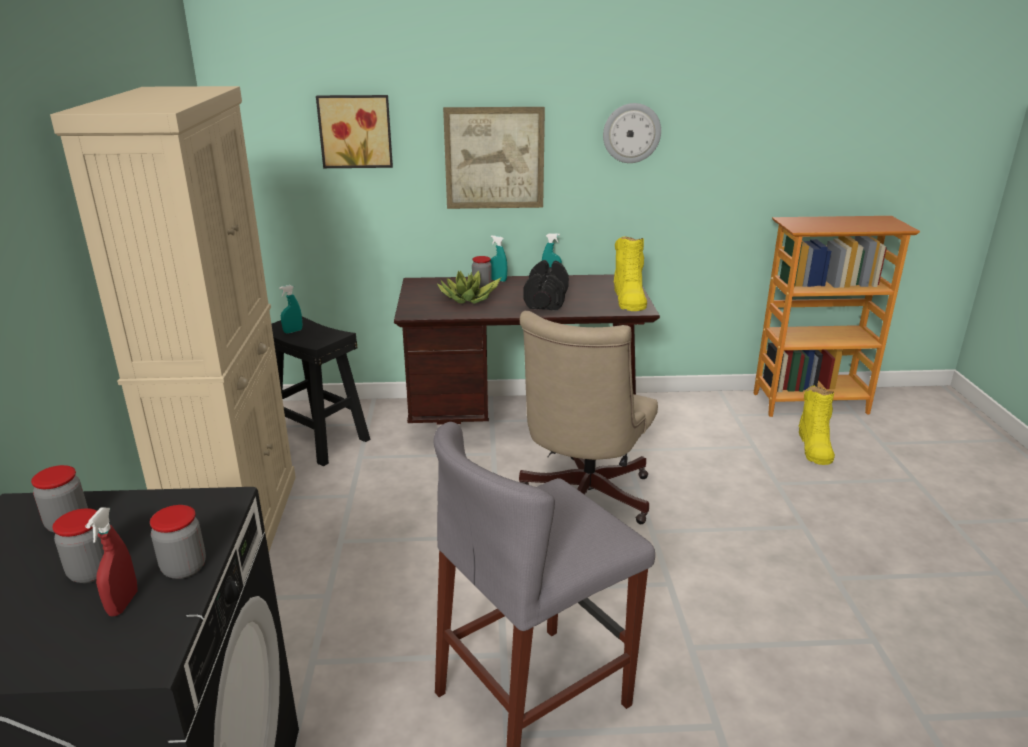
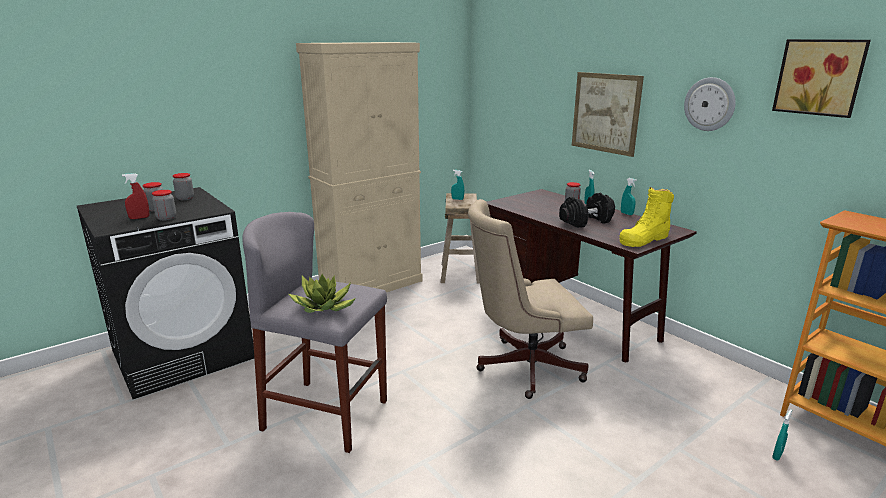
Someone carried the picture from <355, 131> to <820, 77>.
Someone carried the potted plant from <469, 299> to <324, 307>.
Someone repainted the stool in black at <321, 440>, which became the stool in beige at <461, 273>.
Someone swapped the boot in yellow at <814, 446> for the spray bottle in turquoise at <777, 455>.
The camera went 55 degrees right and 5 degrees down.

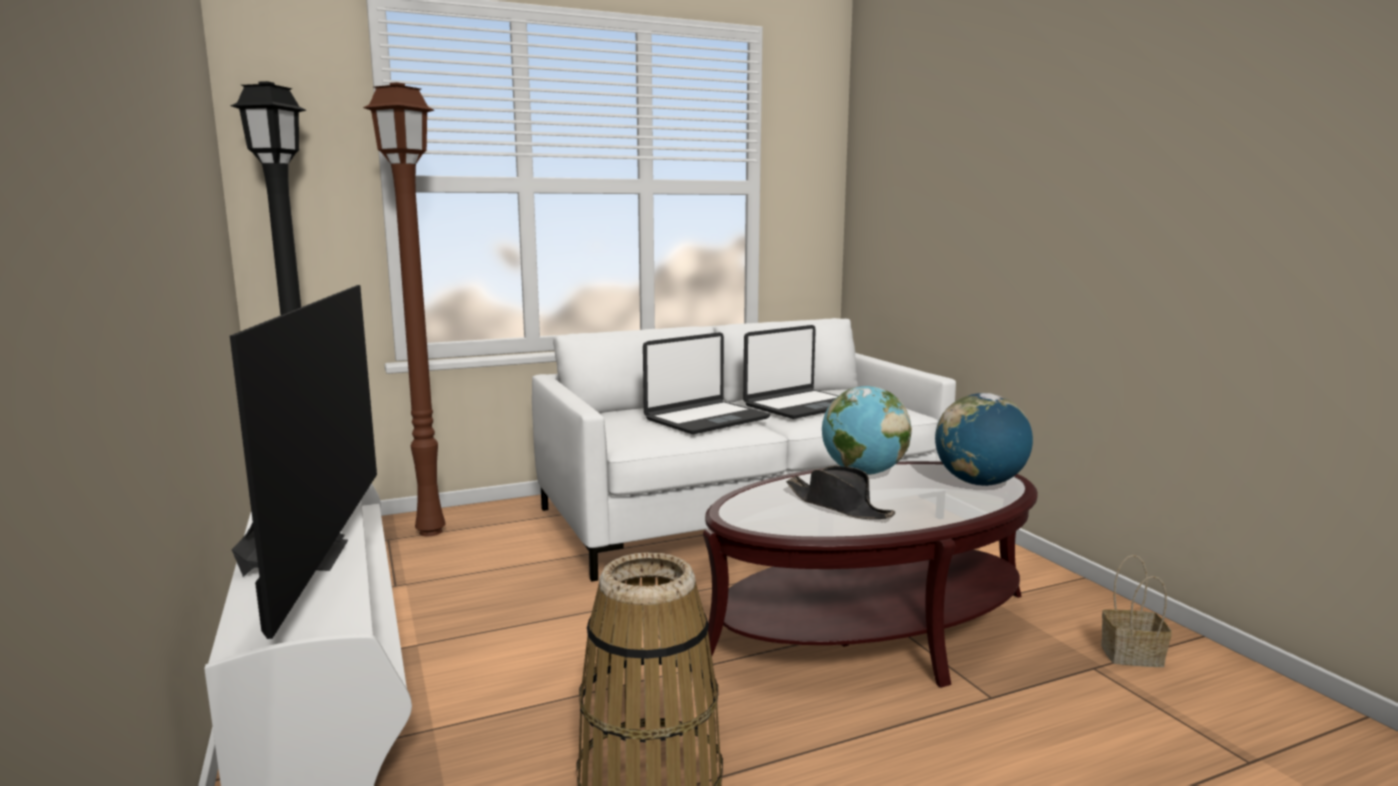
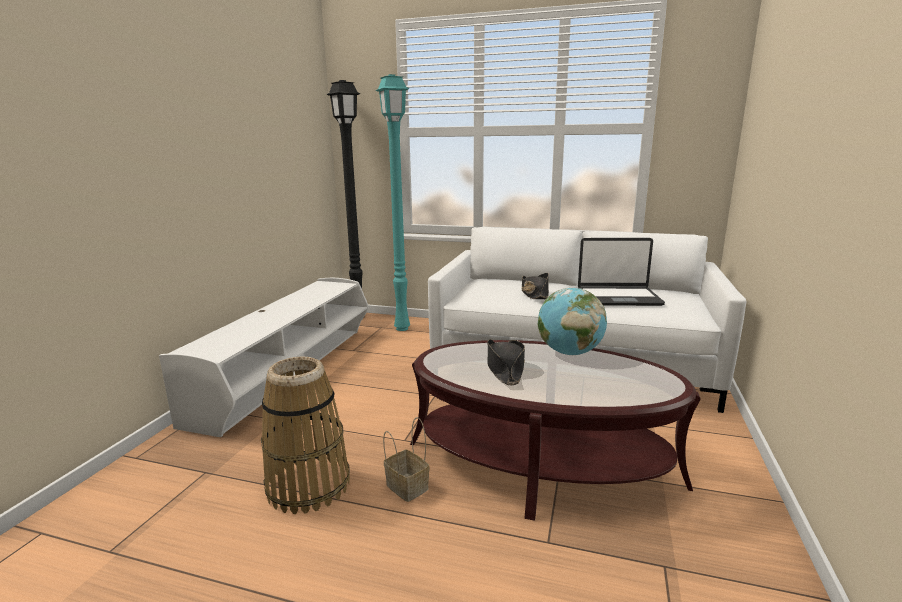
Someone repainted the floor lamp in brown at <428, 532>, which became the floor lamp in turquoise at <401, 328>.
Someone took away the television at <312, 556>.
Someone swapped the laptop at <706, 419> for the hat in black at <534, 294>.
Someone took away the globe at <979, 483>.
Someone carried the basket from <1130, 656> to <405, 486>.
The camera went 40 degrees right and 5 degrees up.

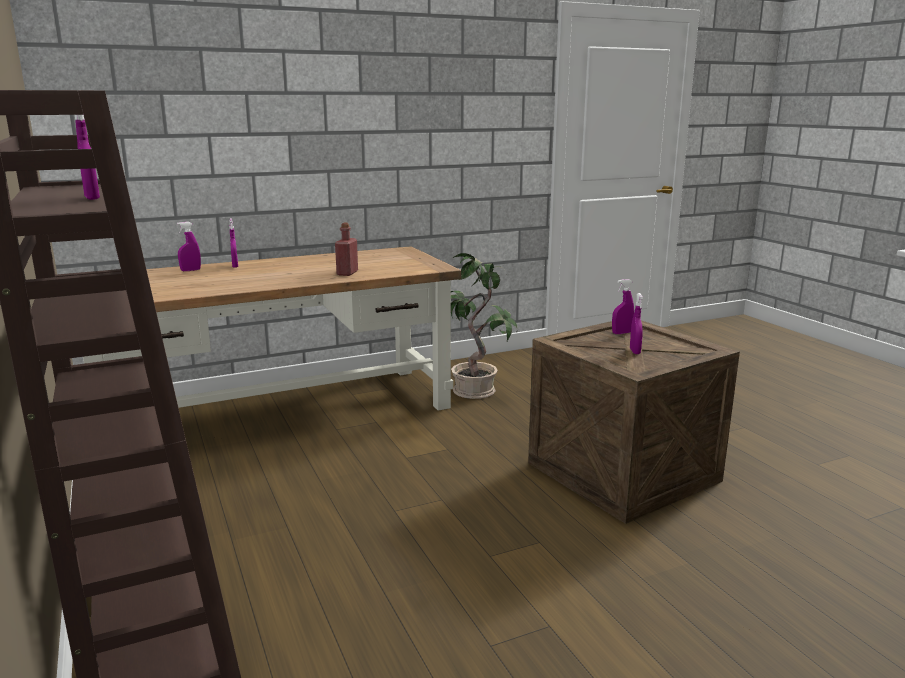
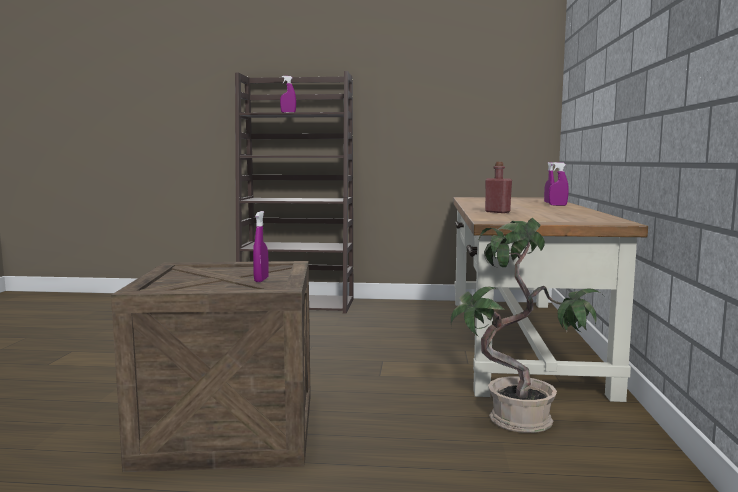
Someone took away the spray bottle in purple at <635, 351>.
The camera went 120 degrees right and 10 degrees down.

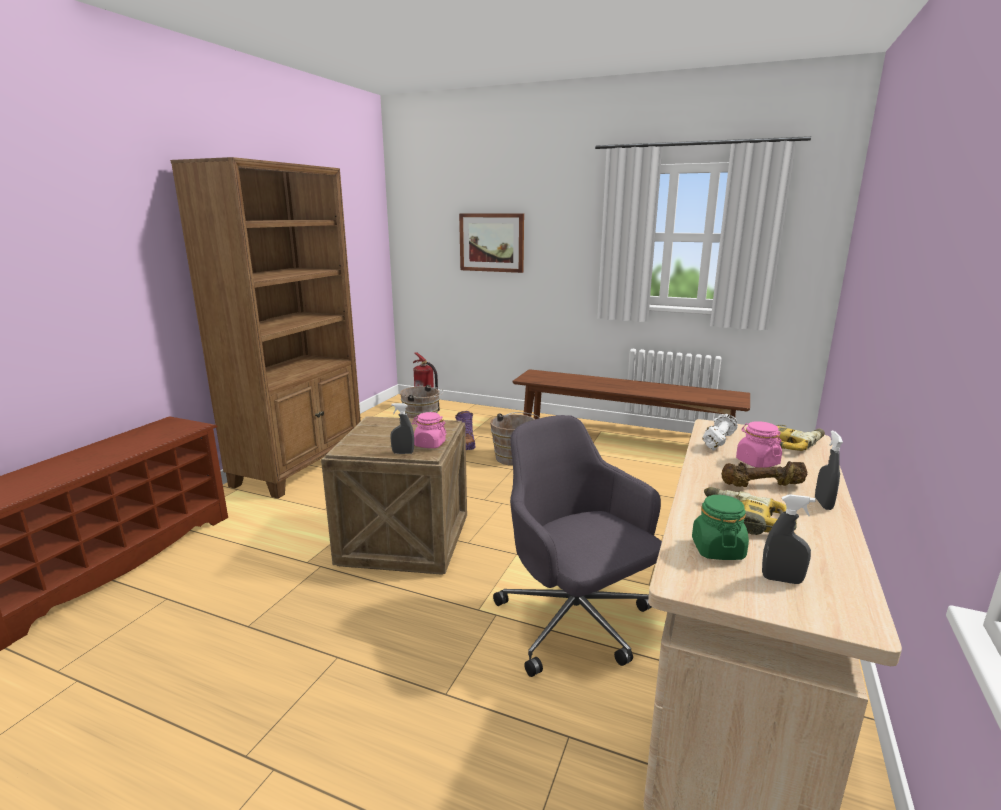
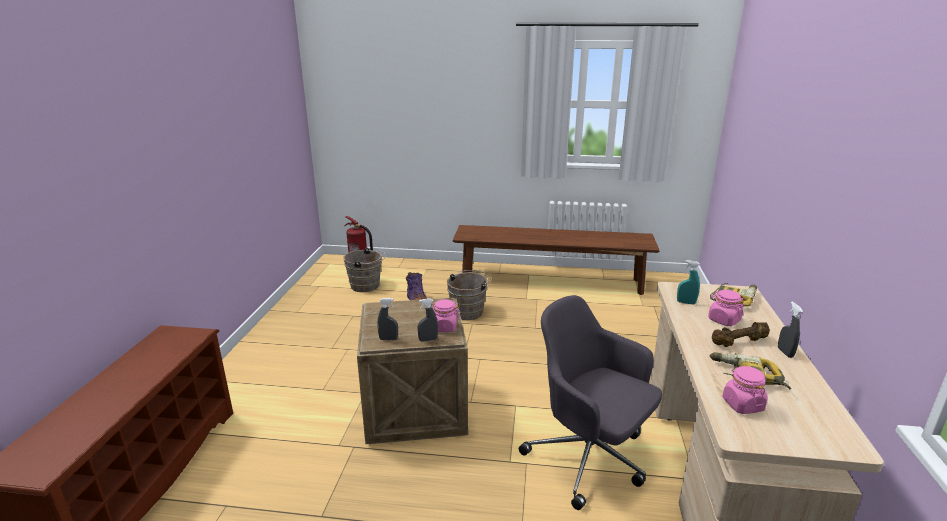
Someone took away the bookcase in brown at <300, 466>.
Someone took away the picture at <492, 242>.
Someone swapped the dumbbell in white at <718, 441> for the spray bottle in turquoise at <686, 302>.
Someone carried the spray bottle in grey from <782, 580> to <388, 339>.
Someone repainted the jar in green at <717, 549>, which became the jar in pink at <742, 404>.
The camera went 15 degrees left and 5 degrees up.

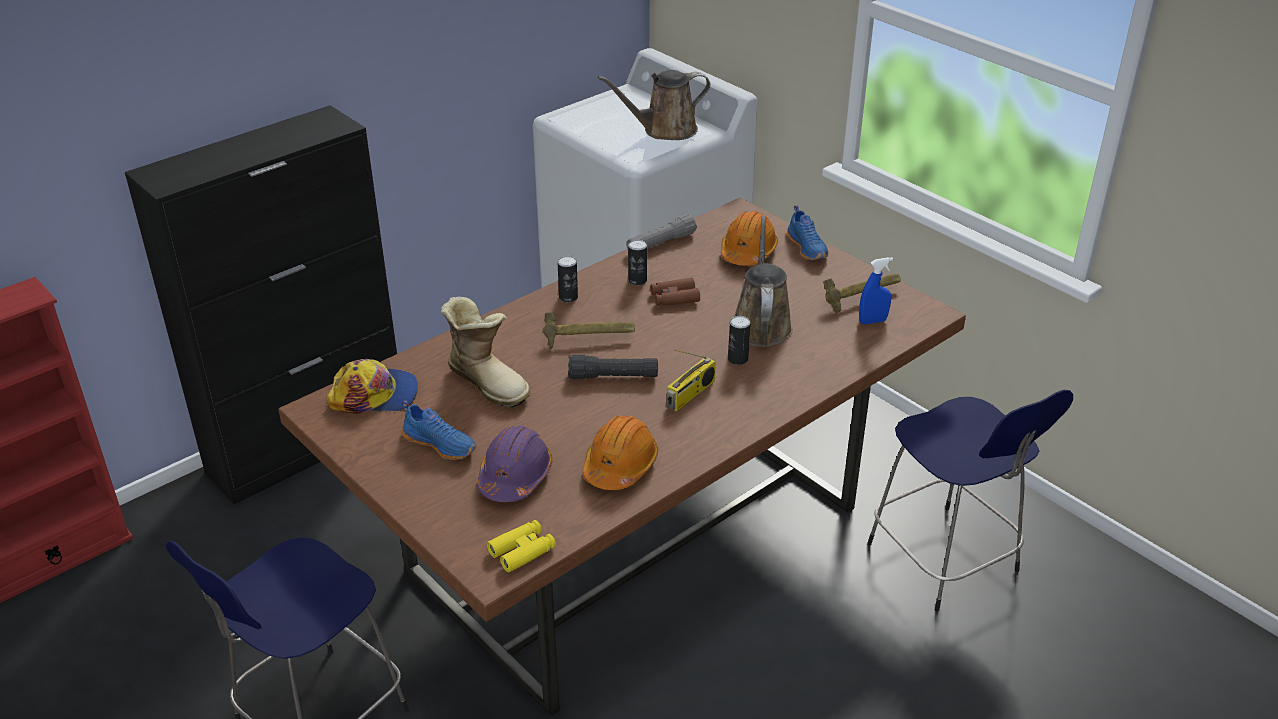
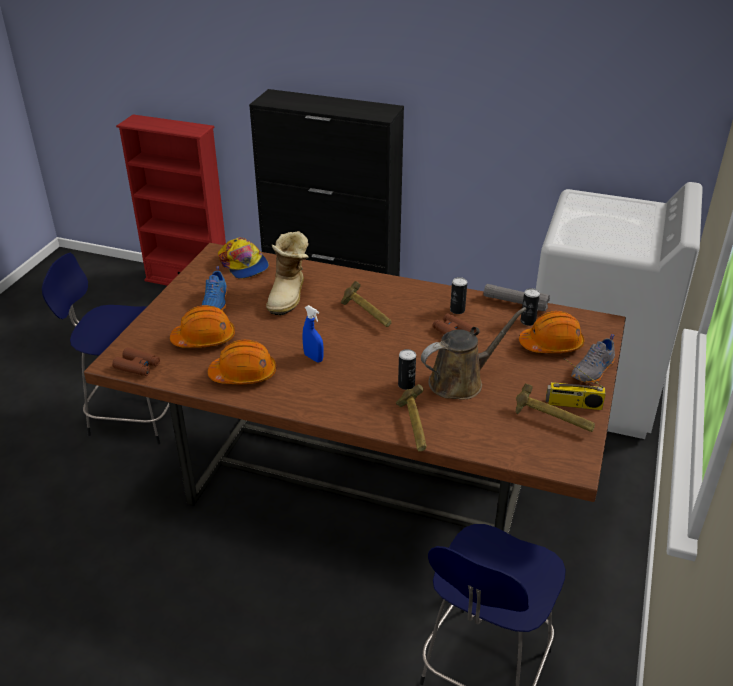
Someone took away the watering can in brown at <665, 130>.
Someone repainted the shoe in blue at <808, 248>, which became the shoe in grey at <593, 371>.
Someone carried the can from <568, 297> to <528, 321>.
Someone carried the spray bottle in blue from <872, 321> to <313, 358>.
Someone carried the radio from <690, 395> to <573, 404>.
Someone took away the flashlight in black at <613, 377>.
Someone repainted the hard hat in purple at <515, 476>, which became the hard hat in orange at <204, 339>.
Someone repainted the binoculars in yellow at <522, 551>, which became the binoculars in brown at <137, 366>.
Someone put down the hammer at <414, 428>.
The camera went 60 degrees right and 0 degrees up.

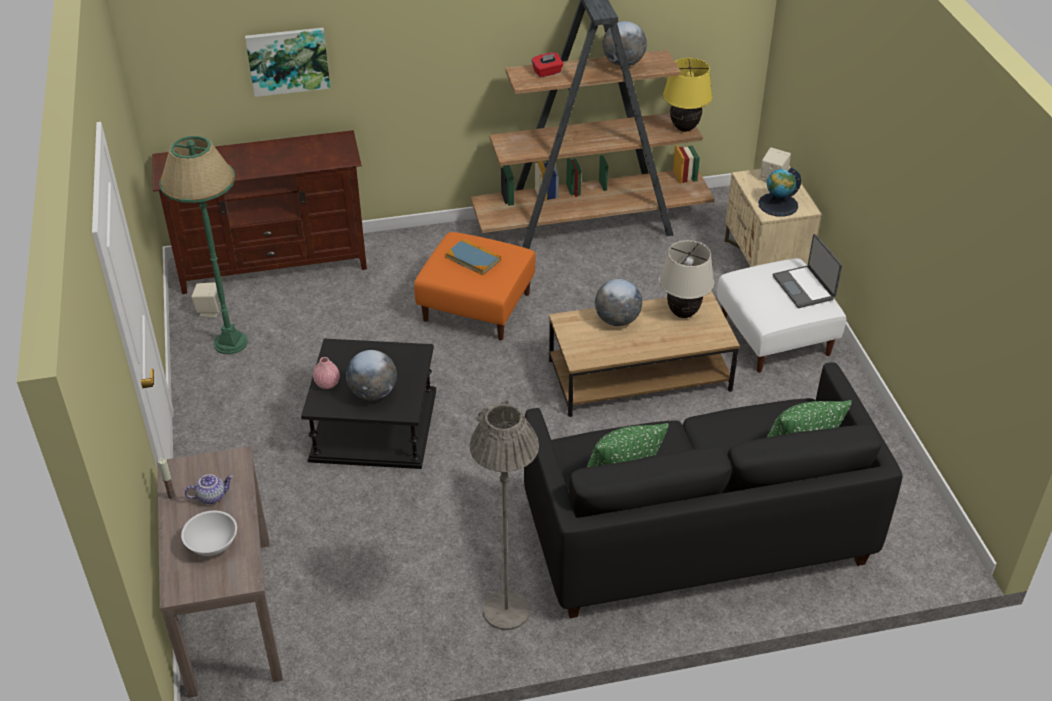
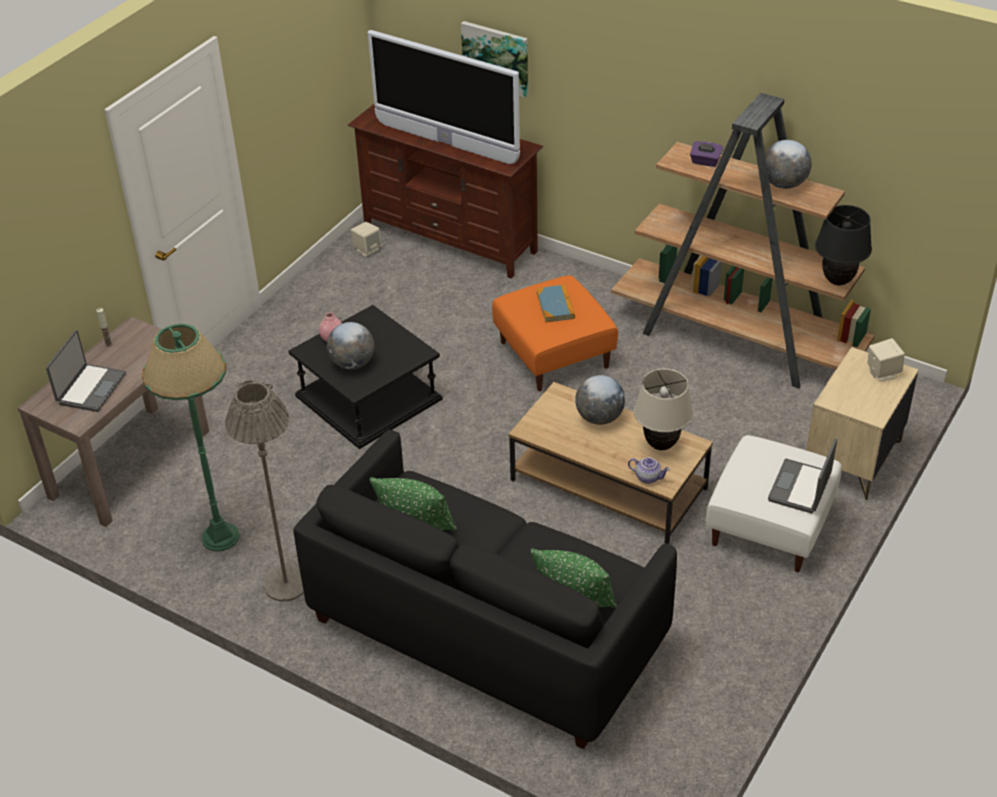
Someone repainted the tissue box in red at <547, 72>, which became the tissue box in purple at <705, 162>.
Someone repainted the table lamp in yellow at <684, 128>, which became the table lamp in black at <837, 281>.
Someone carried the floor lamp in green from <230, 343> to <220, 537>.
Someone took away the globe at <778, 205>.
Someone carried the teapot from <211, 496> to <648, 477>.
Someone swapped the bowl in white at <212, 544> for the laptop at <90, 388>.
Someone put down the television at <446, 143>.
The camera went 45 degrees right and 0 degrees up.

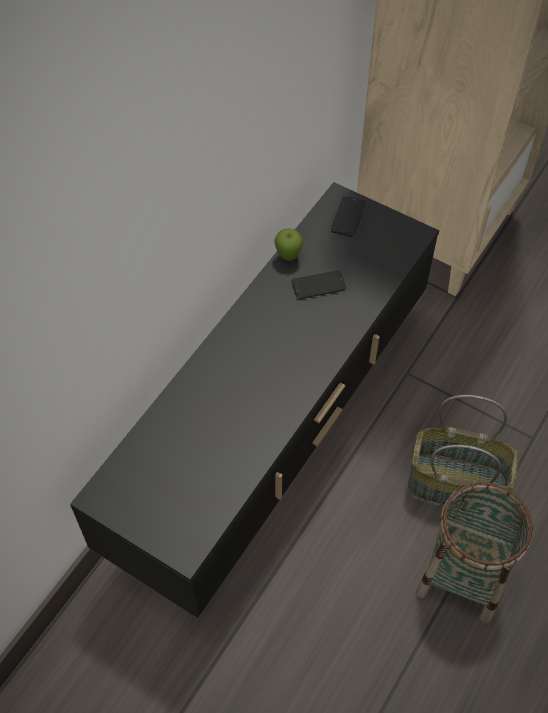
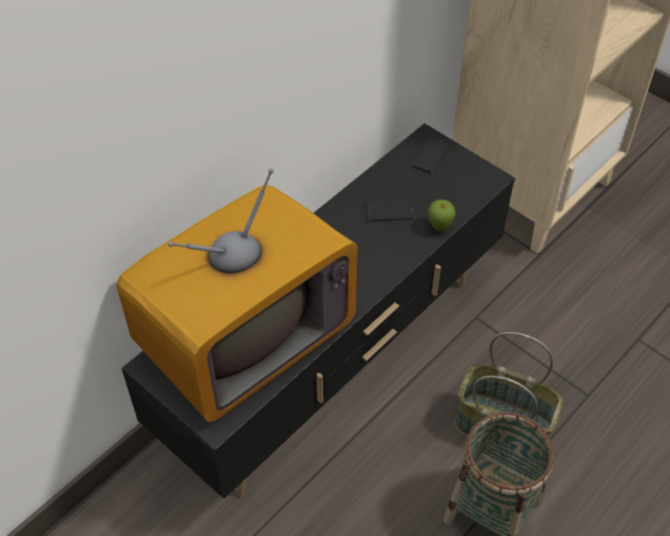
Someone carried the apple from <288, 257> to <439, 228>.
Someone put down the television at <245, 338>.
The camera went 10 degrees right and 5 degrees down.

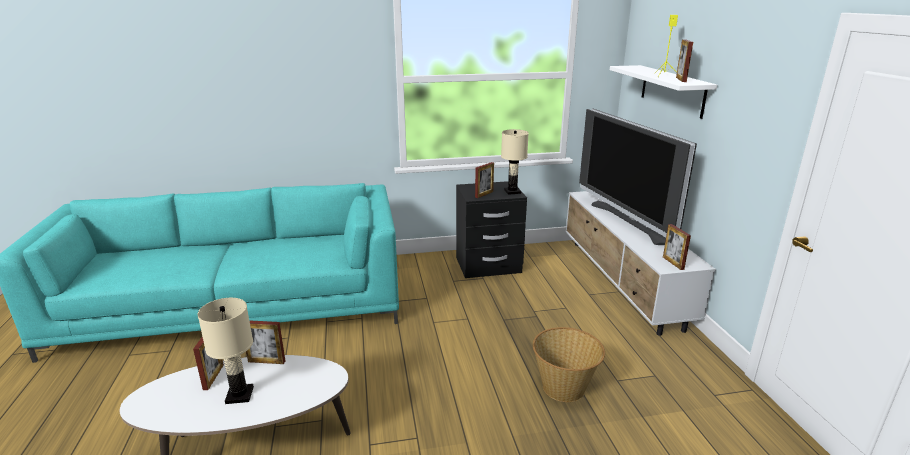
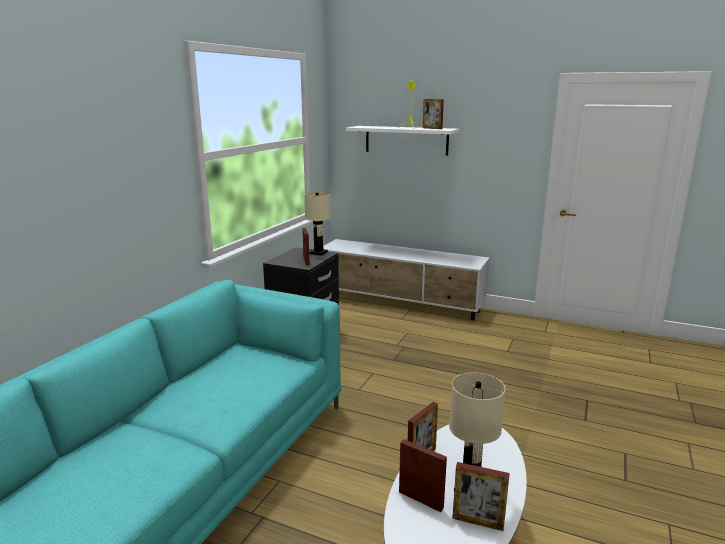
Someone took away the television at <629, 222>.
Someone carried the picture frame from <673, 263> to <478, 522>.
Someone took away the basket at <564, 387>.
The camera went 55 degrees left and 5 degrees down.

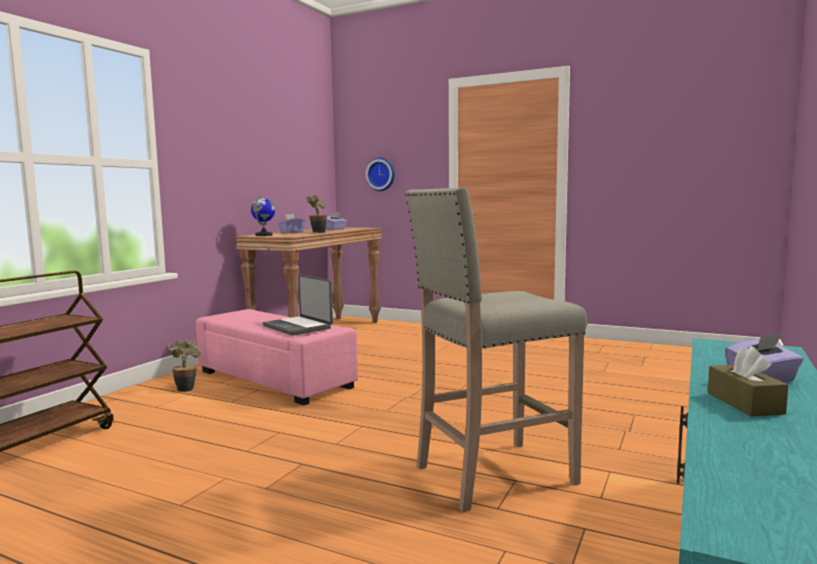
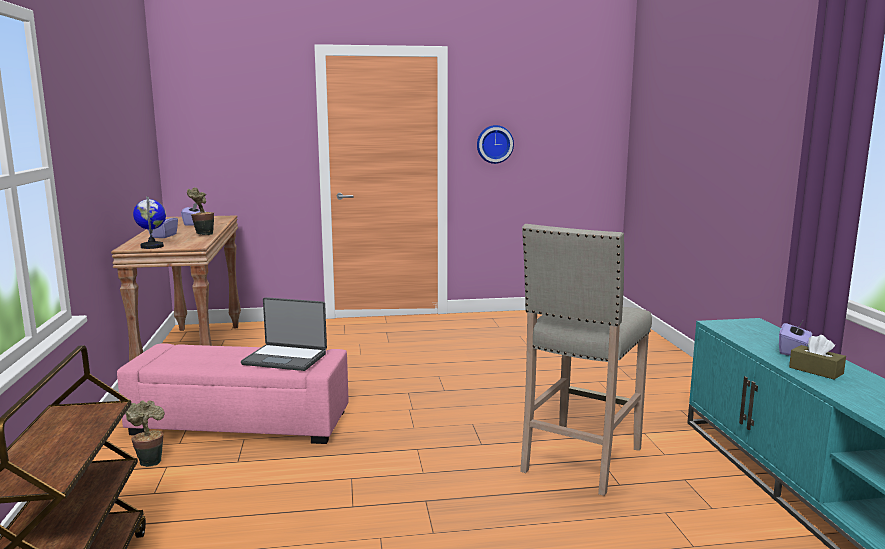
Someone carried the wall clock from <381, 174> to <494, 144>.
The camera went 35 degrees left and 5 degrees up.

